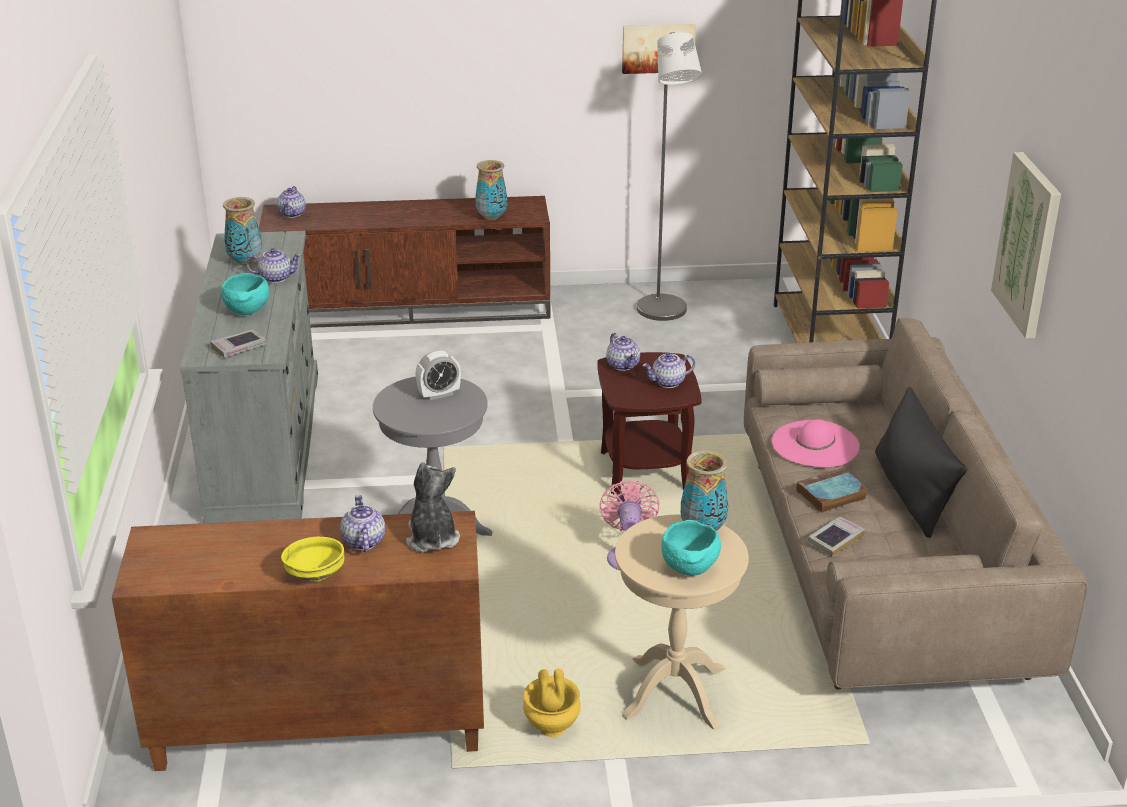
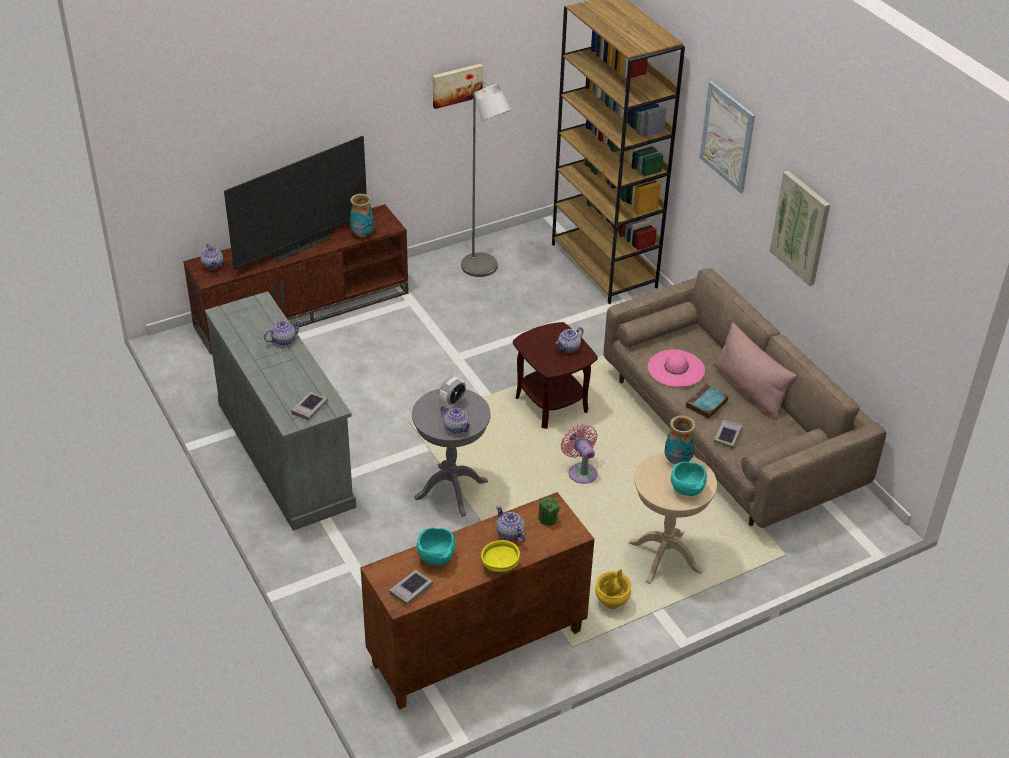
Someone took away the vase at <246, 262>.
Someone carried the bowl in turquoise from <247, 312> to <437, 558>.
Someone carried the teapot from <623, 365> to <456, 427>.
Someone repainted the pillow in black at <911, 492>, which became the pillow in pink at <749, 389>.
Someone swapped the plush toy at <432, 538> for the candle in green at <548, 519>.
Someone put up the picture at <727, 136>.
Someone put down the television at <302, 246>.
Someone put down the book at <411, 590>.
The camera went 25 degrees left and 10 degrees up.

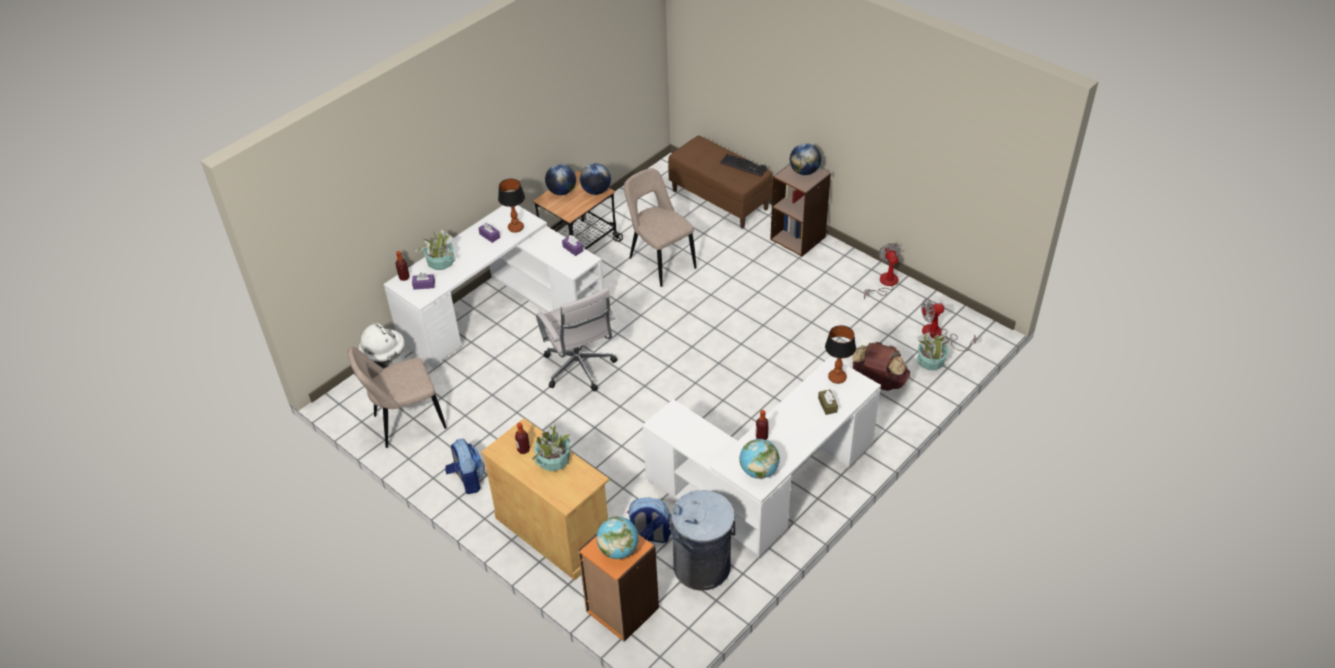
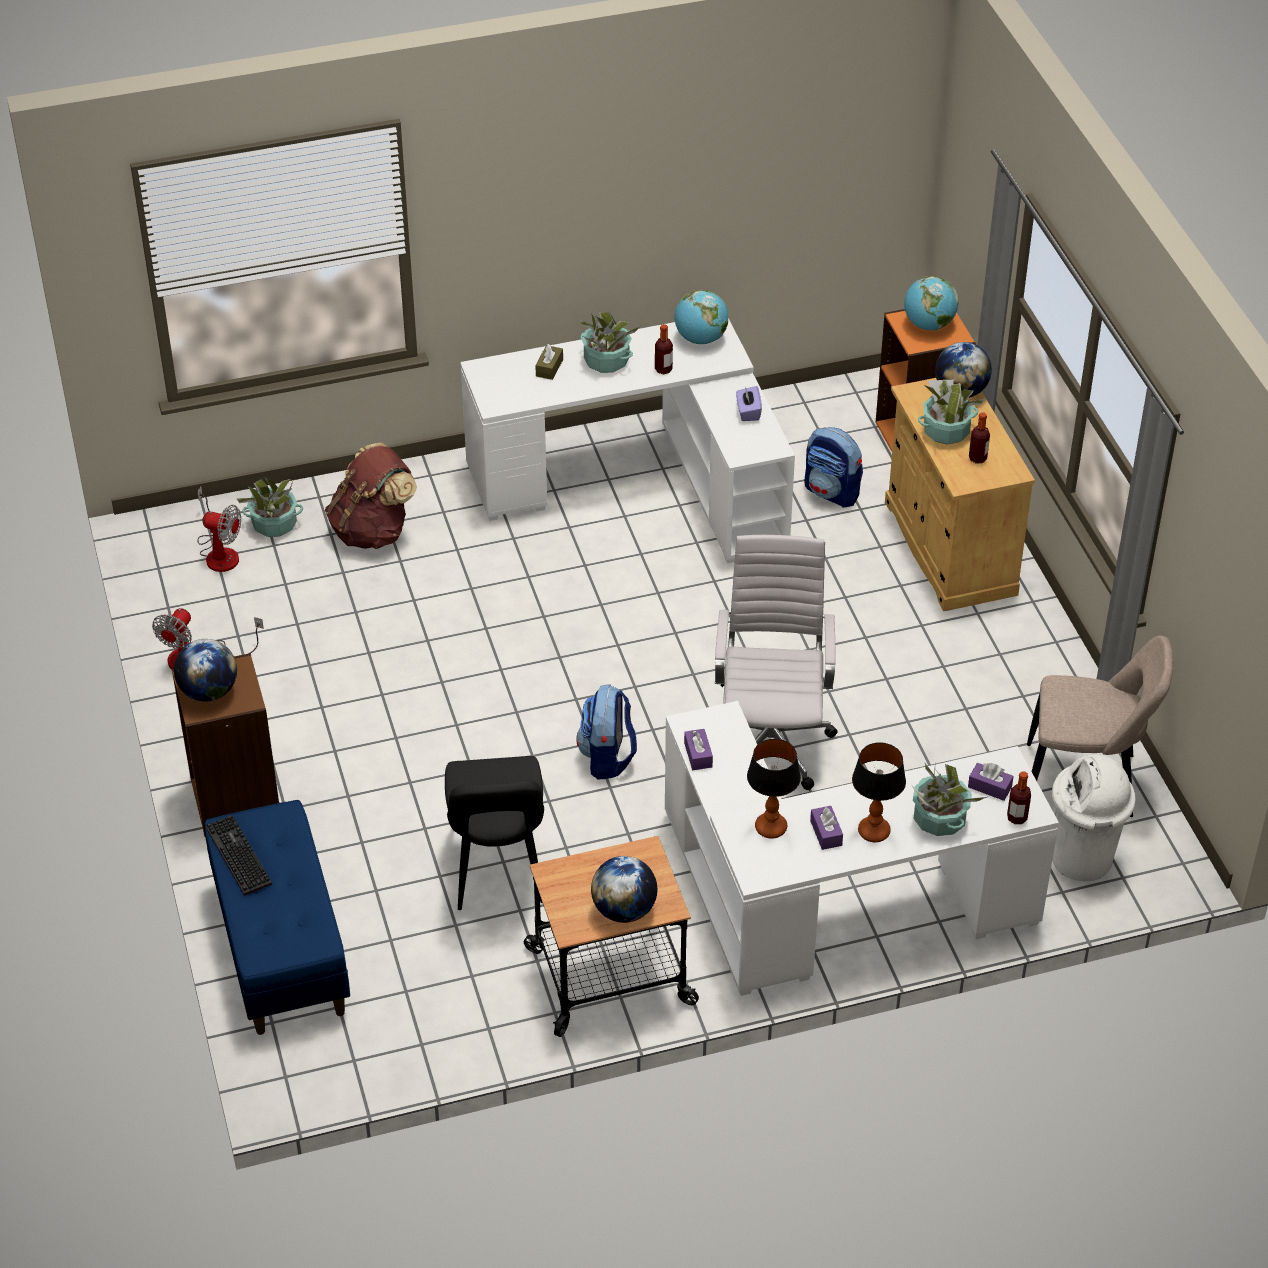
Someone repainted the bench in brown at <720, 199>, which became the bench in blue at <280, 947>.
Someone carried the globe from <596, 191> to <960, 391>.
Someone repainted the chair in beige at <660, 261>, which became the chair in black at <498, 870>.
Someone carried the table lamp from <837, 377> to <873, 831>.
Someone carried the backpack from <467, 480> to <607, 758>.
Someone took away the trash can in grey at <702, 567>.
Someone put down the potted plant at <606, 361>.
Someone put down the tissue box in purple at <748, 412>.
The camera went 150 degrees left and 0 degrees up.

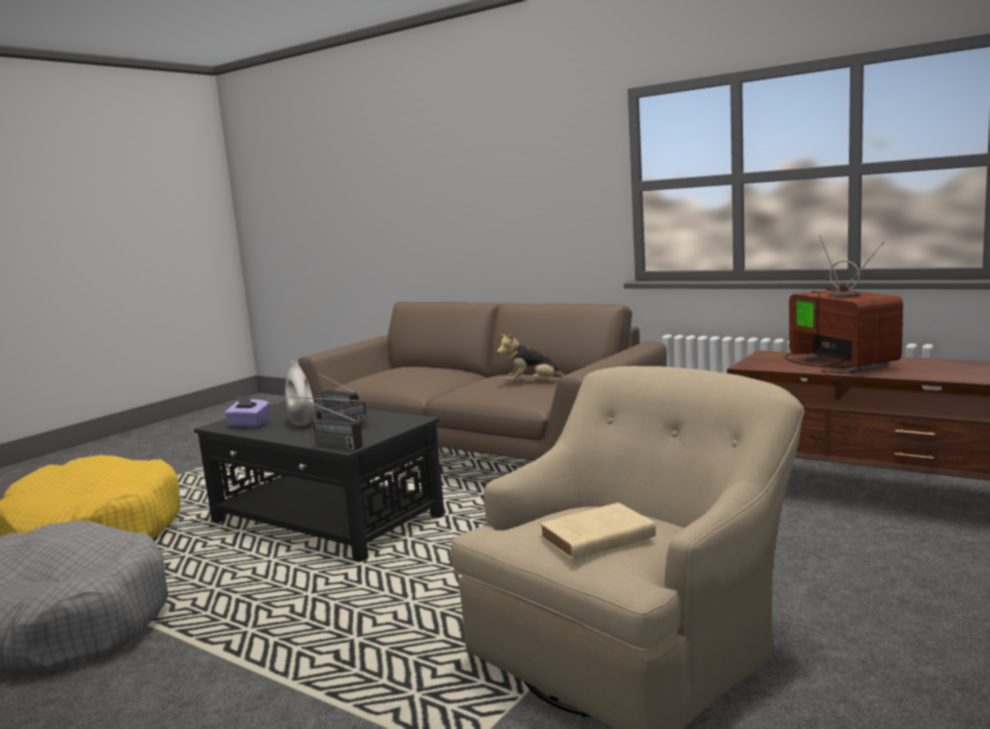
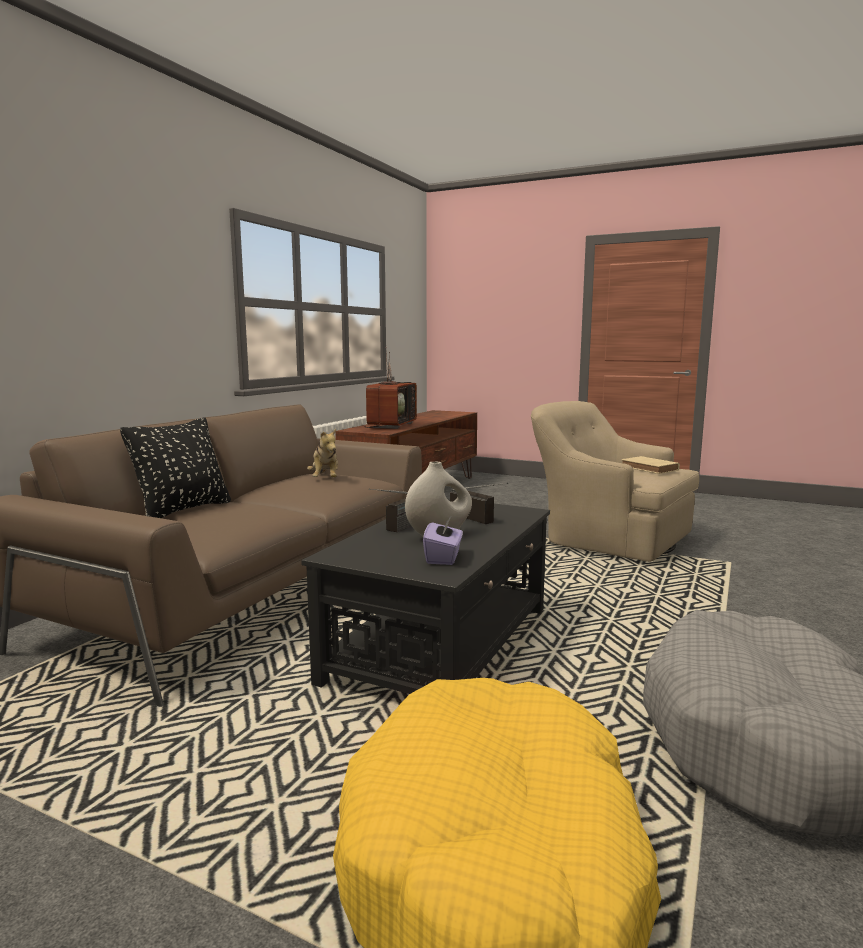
Someone rotated the television at <836, 363> by 135 degrees clockwise.
Someone took away the radio at <327, 445>.
Someone put down the pillow in black at <183, 510>.
The camera went 100 degrees left and 0 degrees up.

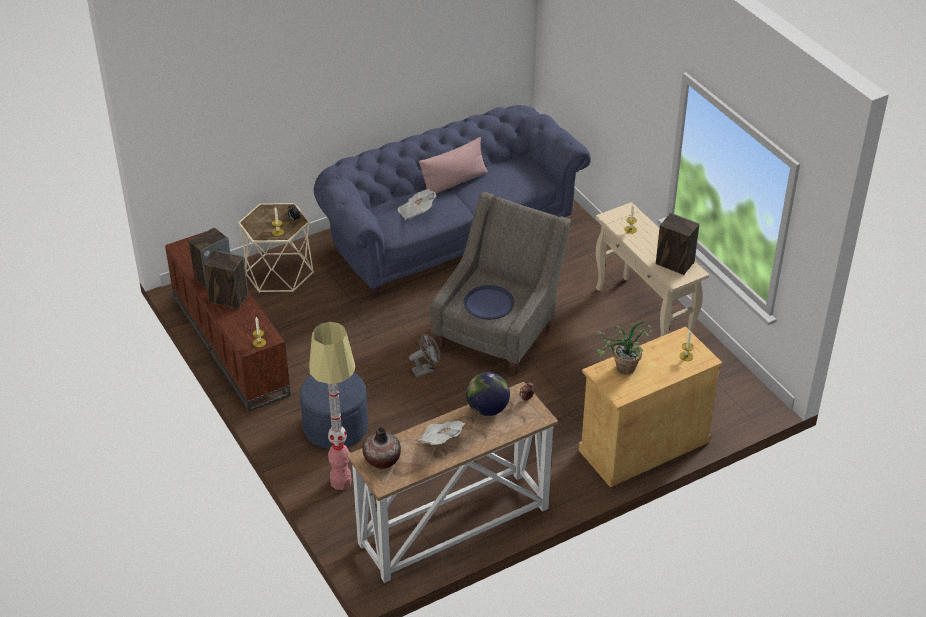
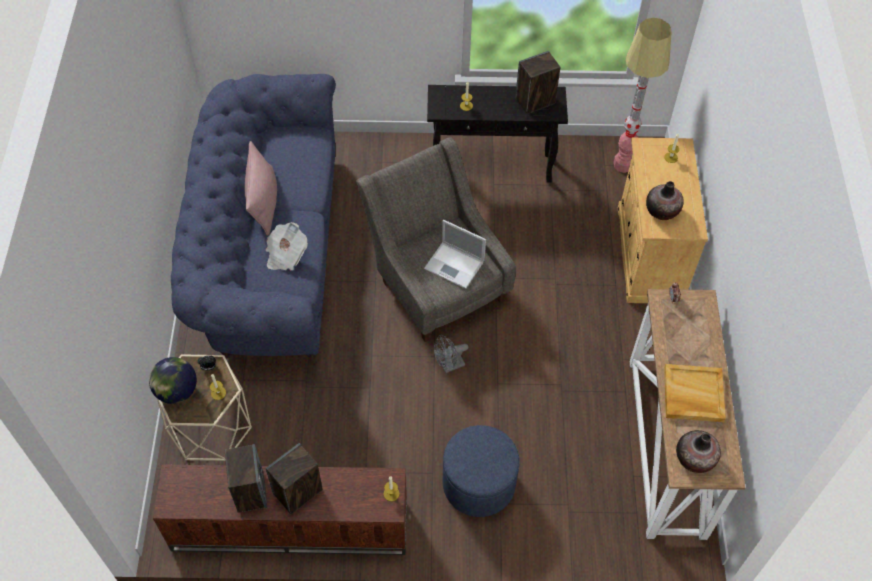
Someone repainted the console table in beige at <644, 316>, which became the console table in black at <493, 167>.
Someone swapped the tray in blue at <489, 303> for the laptop at <455, 265>.
Someone swapped the potted plant at <621, 370> for the vase at <662, 211>.
Someone carried the floor lamp from <341, 481> to <623, 165>.
Someone rotated the fan in grey at <426, 369> by 120 degrees counterclockwise.
Someone carried the globe from <487, 409> to <176, 391>.
Someone swapped the newspaper at <441, 440> for the tray in beige at <692, 395>.
The camera went 60 degrees left and 15 degrees up.

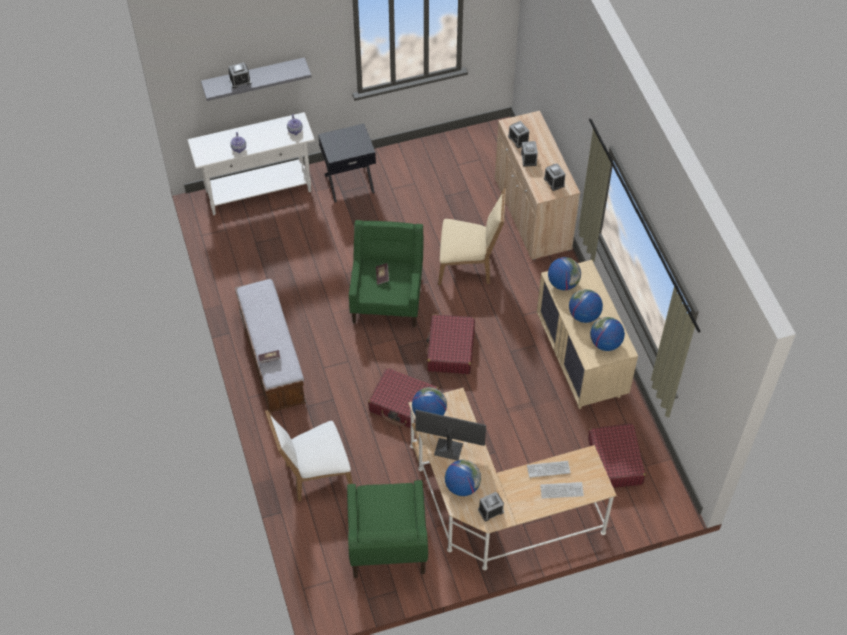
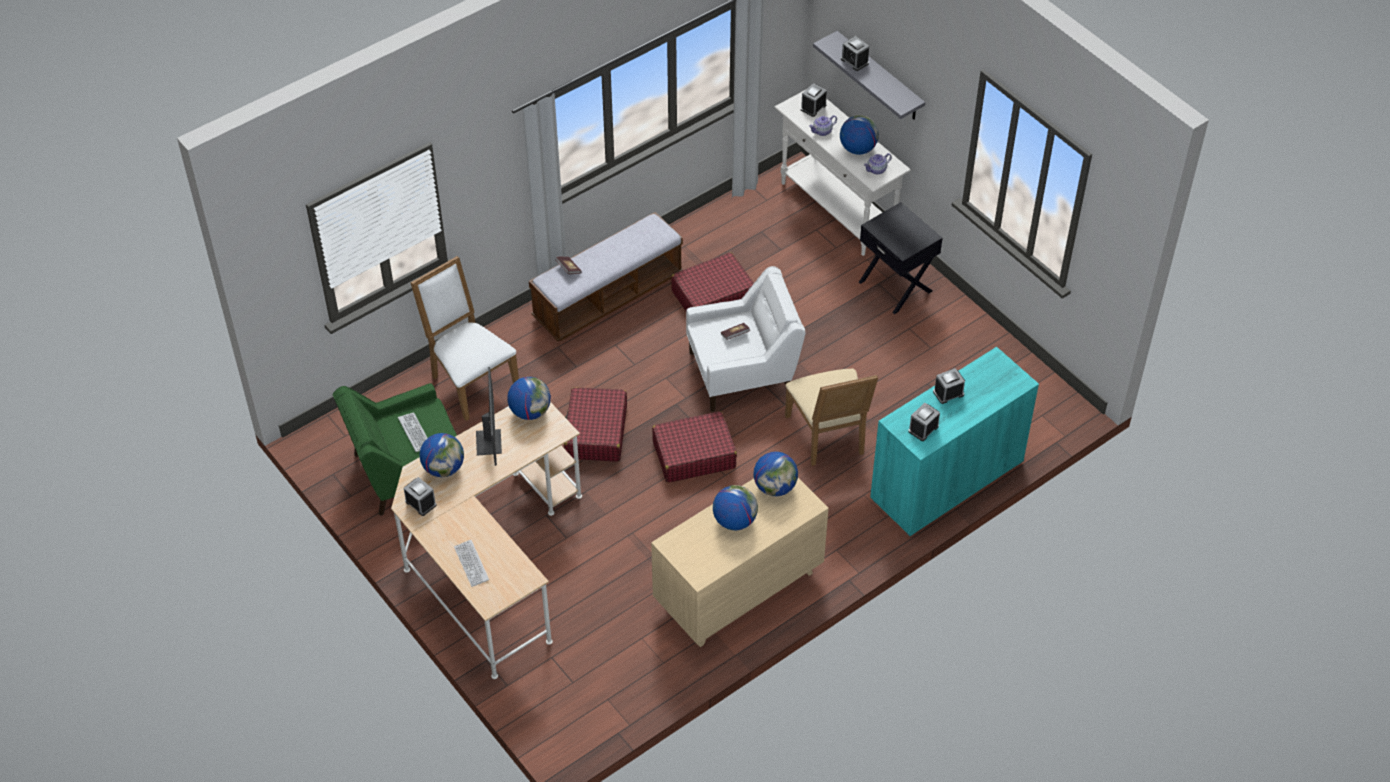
Someone repainted the cabinet in beige at <532, 214>, which became the cabinet in turquoise at <946, 480>.
Someone carried the alarm clock from <518, 139> to <813, 107>.
Someone repainted the armchair in green at <387, 296>, which became the armchair in white at <743, 373>.
Someone carried the globe from <605, 343> to <857, 149>.
Someone carried the suitcase in red from <614, 462> to <712, 296>.
Someone carried the keyboard from <548, 469> to <415, 433>.
The camera went 70 degrees right and 5 degrees down.

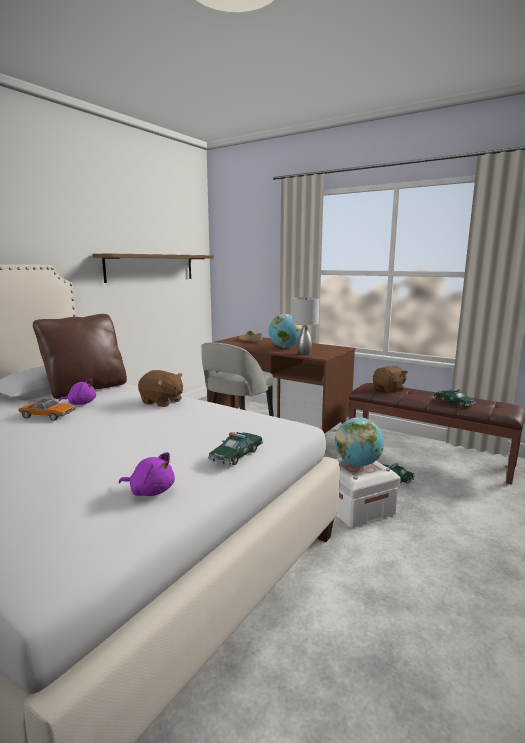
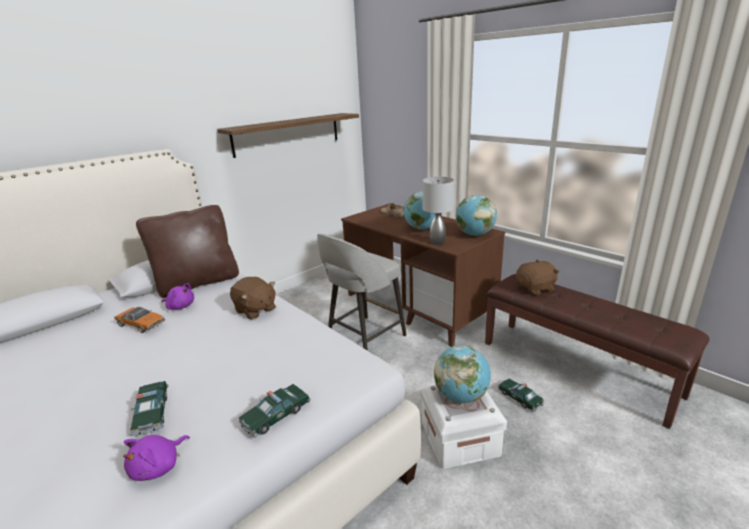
Someone carried the toy car from <454, 402> to <152, 413>.
Someone rotated the plush toy in purple at <150, 491> by 90 degrees clockwise.
Someone put down the globe at <474, 234>.
The camera went 15 degrees right and 10 degrees up.

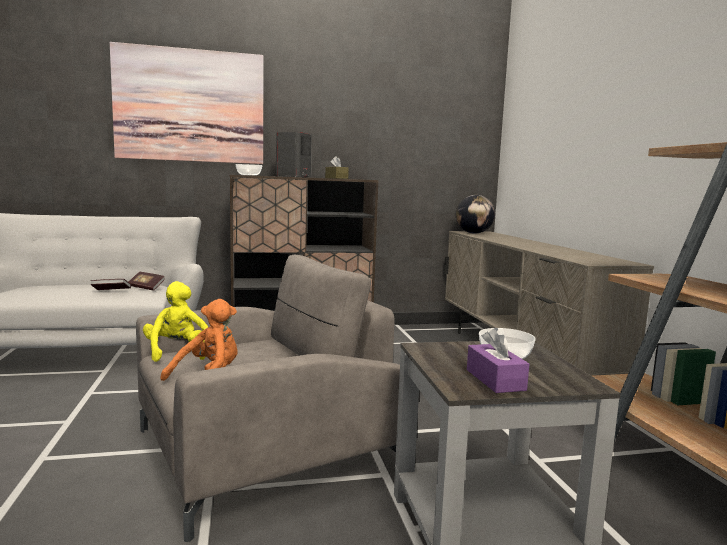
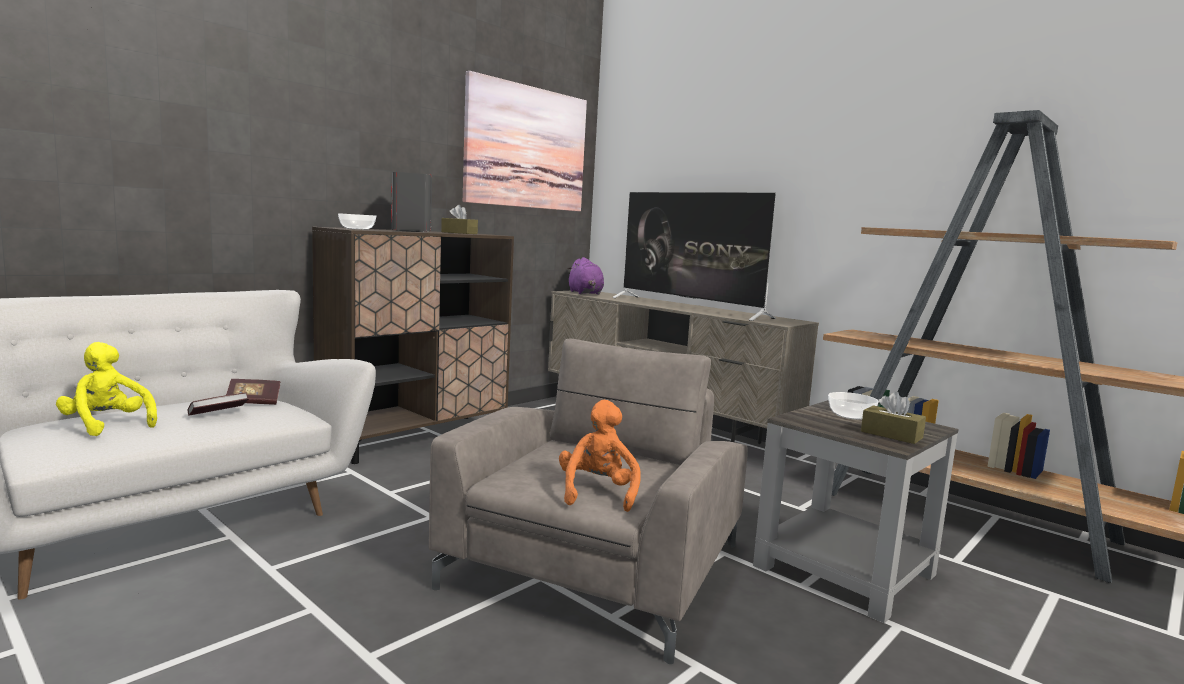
Someone carried the picture from <190, 106> to <526, 148>.
Someone swapped the globe at <473, 233> for the plush toy in purple at <585, 293>.
Someone carried the plush toy in yellow from <177, 352> to <107, 425>.
Someone repainted the tissue box in purple at <495, 380>, which became the tissue box in brown at <891, 435>.
Someone put down the television at <688, 307>.
The camera went 35 degrees left and 0 degrees up.

